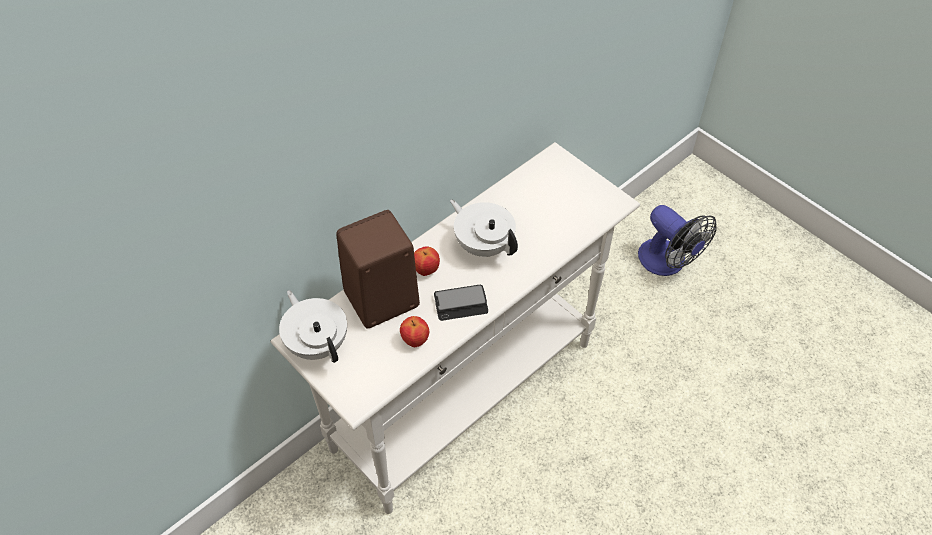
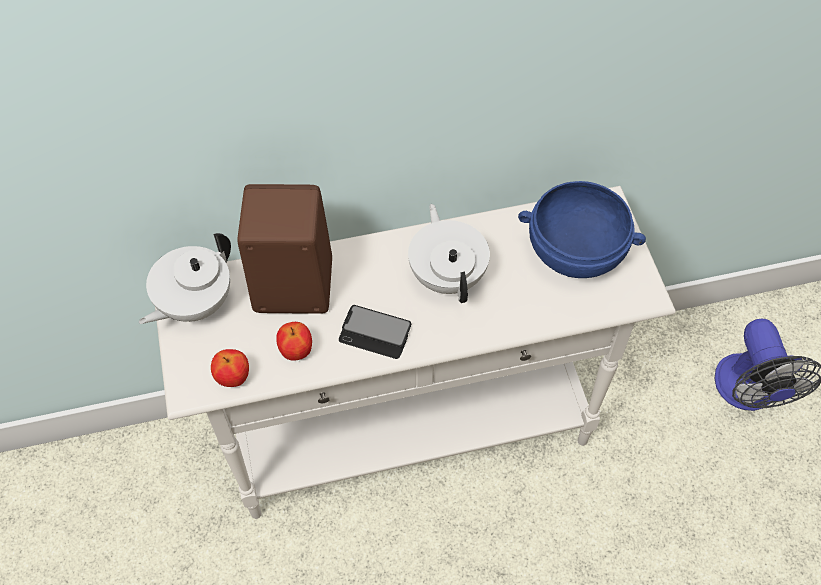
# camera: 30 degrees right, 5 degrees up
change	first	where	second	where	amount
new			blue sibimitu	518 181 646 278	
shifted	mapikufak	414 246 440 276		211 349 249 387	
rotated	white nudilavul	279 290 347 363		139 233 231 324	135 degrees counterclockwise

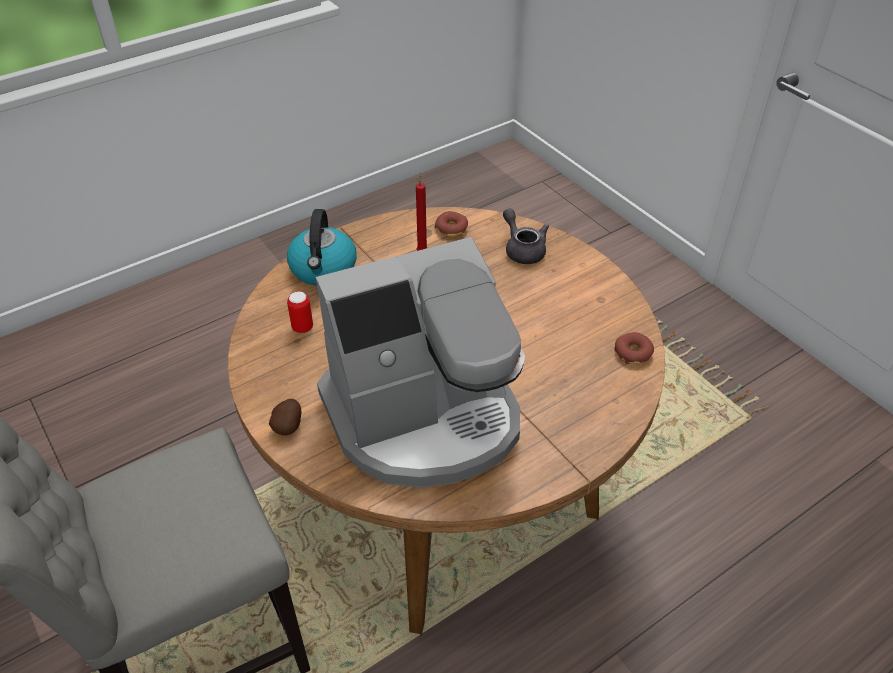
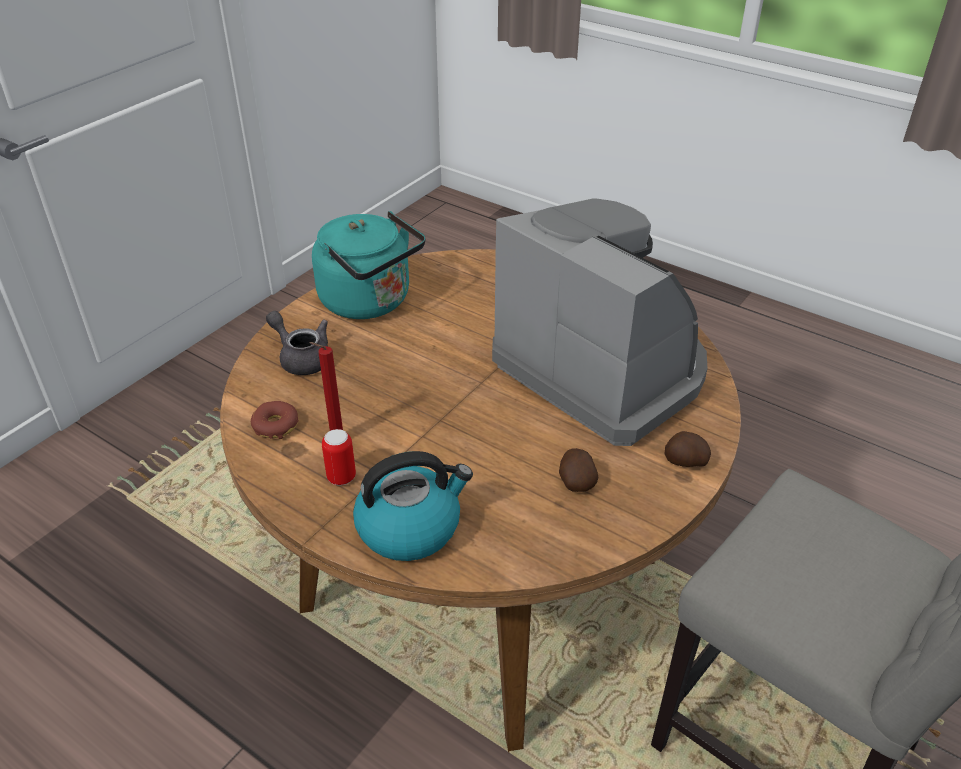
# camera: 110 degrees left, 5 degrees down
change	first	where	second	where	amount
gone	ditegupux	614 332 654 364			
new			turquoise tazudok	312 211 425 319	
new			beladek	559 448 598 492	
shifted	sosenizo	287 291 313 333		322 429 356 486	
rotated	grey nudilavul	503 209 549 264		266 311 328 375	90 degrees clockwise

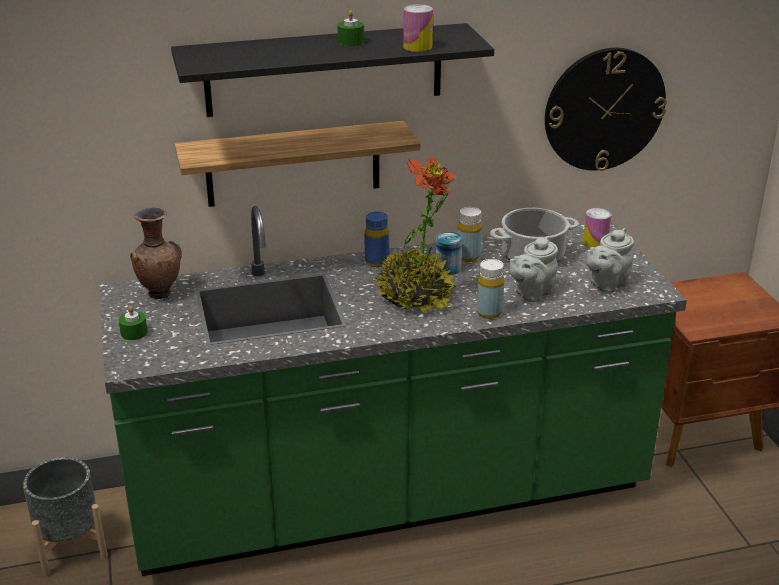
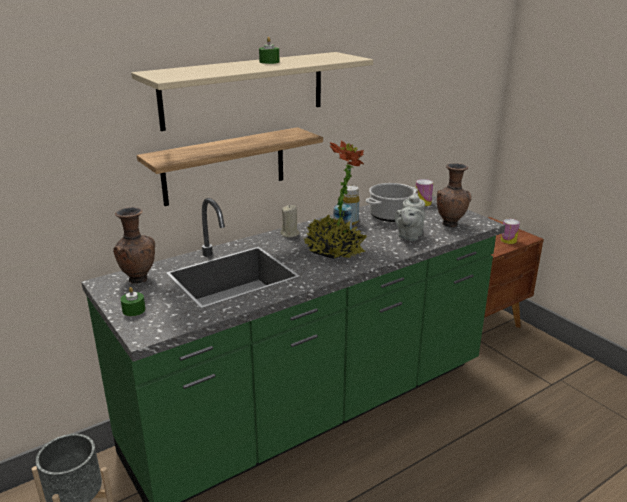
# camera: 20 degrees left, 5 degrees down
change	first	where	second	where	amount
gone	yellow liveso	477 259 504 319			
gone	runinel	545 48 667 171			
shifted	sosenizo	403 4 433 52		501 219 520 244	
swapped	blue liveso	364 212 389 267	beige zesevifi	280 205 300 237	
swapped	grey nudilavul	586 228 634 293	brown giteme	437 163 472 227	
repainted	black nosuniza	171 23 494 117	beige nosuniza	131 52 373 131	

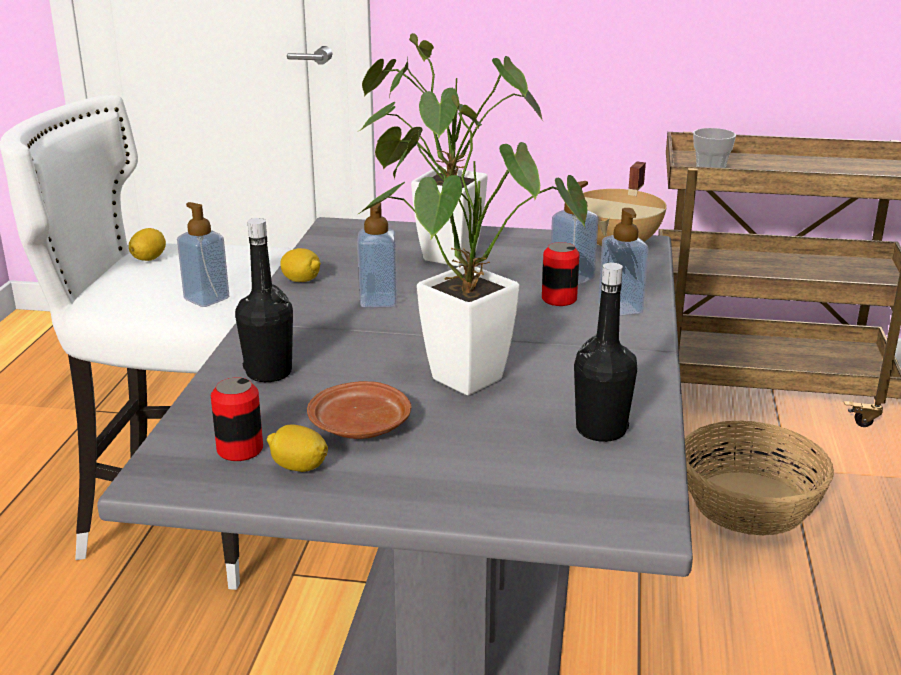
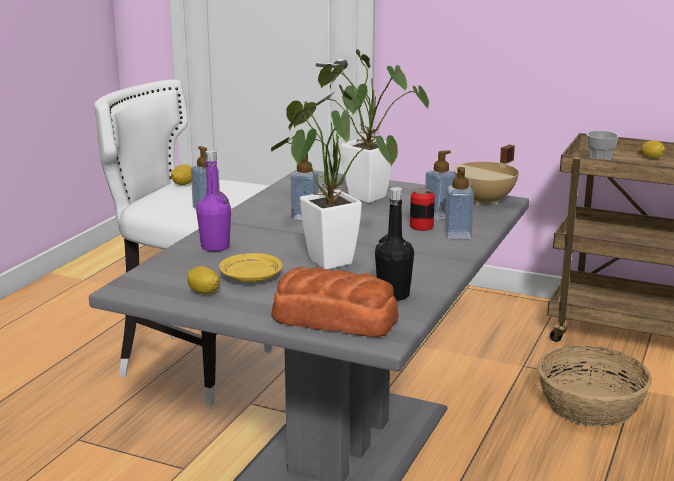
# camera: 15 degrees right, 5 degrees down
change	first	where	second	where	amount
gone	sosenizo	211 377 263 461			
new			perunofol	271 267 399 337	
shifted	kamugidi	280 248 321 282		641 140 666 159	
repainted	black liveso	235 218 293 382	purple liveso	196 150 231 252	
repainted	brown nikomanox	307 381 412 439	yellow nikomanox	219 253 282 283	

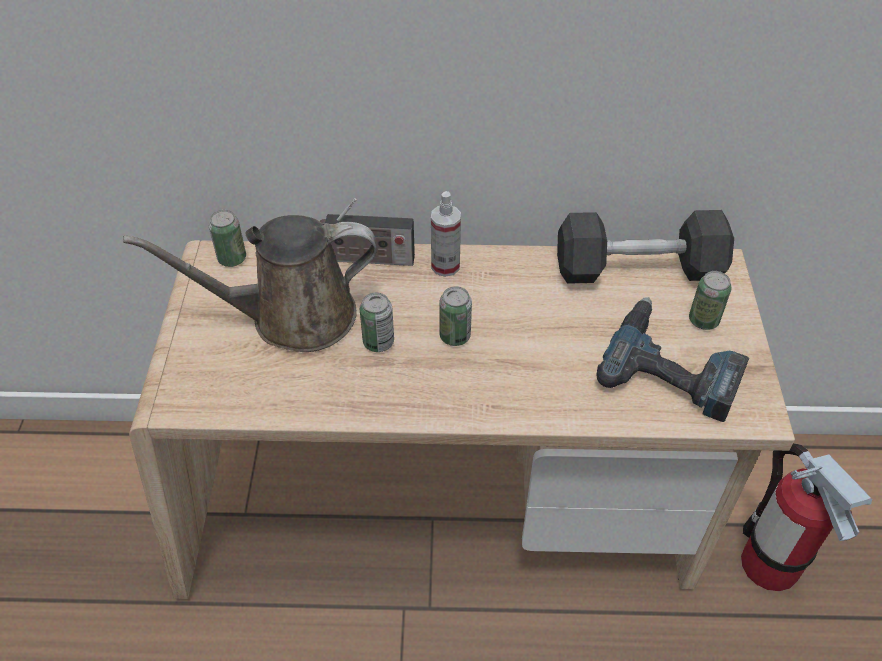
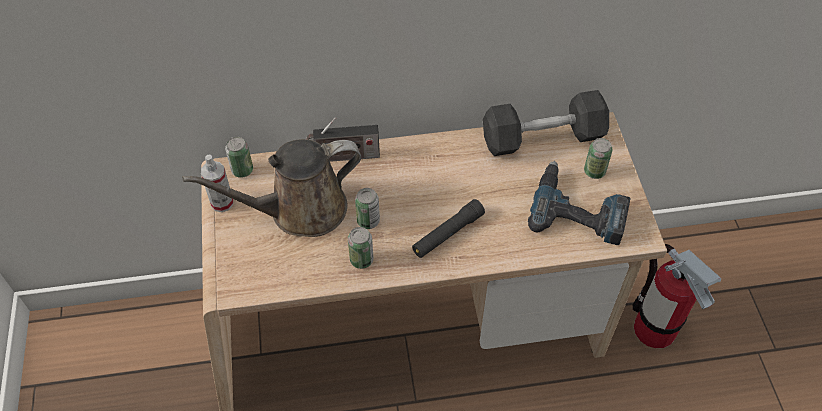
# camera: 10 degrees left, 5 degrees up
change	first	where	second	where	amount
new			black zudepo	412 199 485 258	
shifted	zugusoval	431 191 461 277		201 154 233 212	
shifted	sosenizo	439 286 472 346		348 227 373 269	

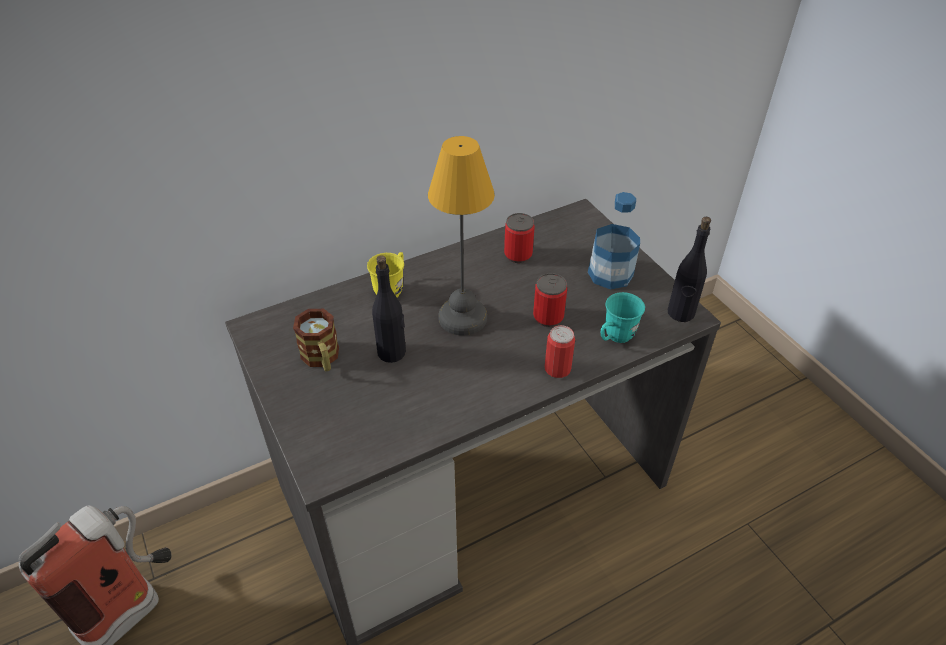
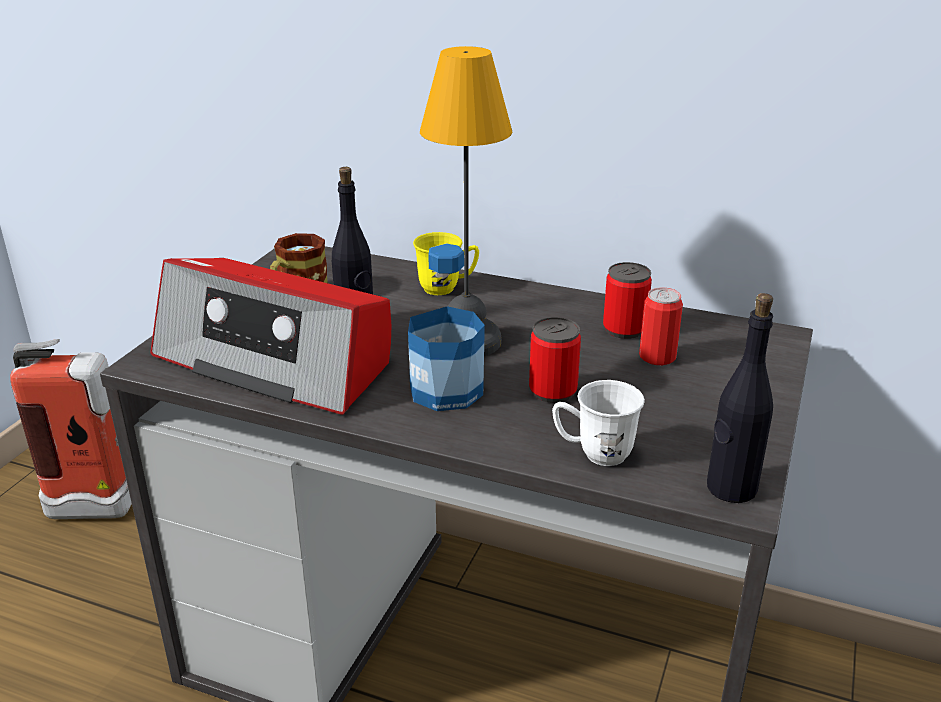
# camera: 50 degrees right, 15 degrees down
change	first	where	second	where	amount
new			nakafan	150 258 391 415	
shifted	sosenizo	545 325 575 378		639 287 683 365	
shifted	liveso	588 192 640 289		408 244 485 411	
repainted	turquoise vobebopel	601 292 645 343	white vobebopel	552 380 645 466	

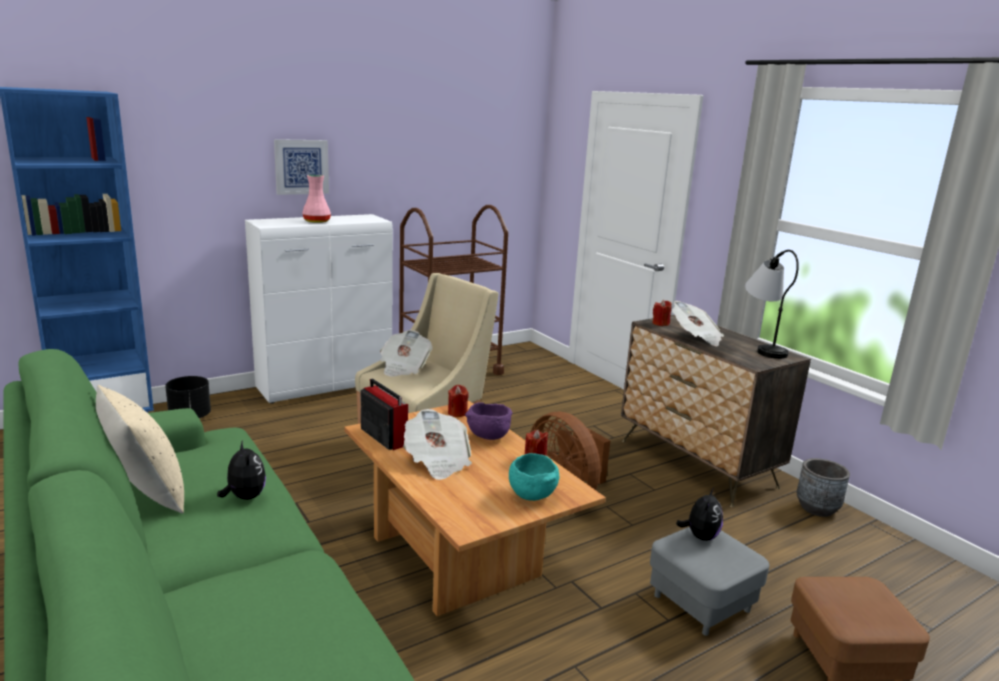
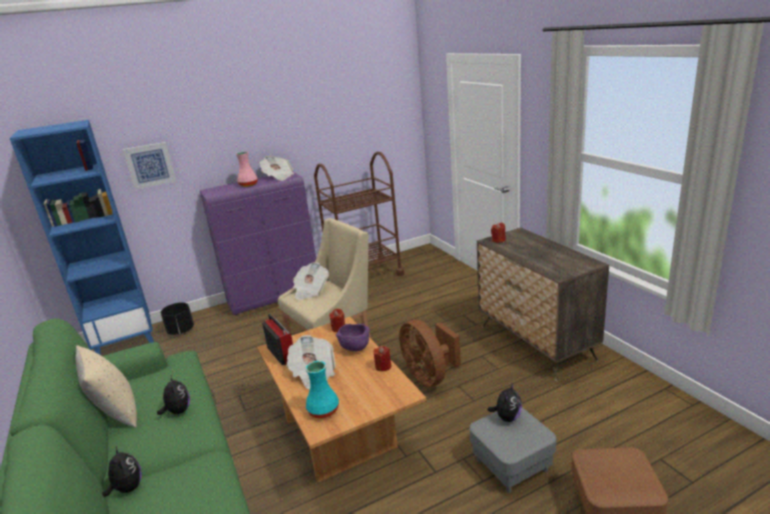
# camera: 10 degrees right, 5 degrees up
change	first	where	second	where	amount
gone	turquoise sibimitu	509 453 560 501			
gone	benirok	744 250 799 359			
gone	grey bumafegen	797 458 850 517			
new			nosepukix	102 446 142 497	
new			turquoise giteme	306 361 339 419	
shifted	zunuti	274 139 329 195		123 142 176 190	
shifted	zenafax	672 301 724 347		260 156 294 181	
repainted	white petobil	245 214 393 404	purple petobil	200 172 316 315	

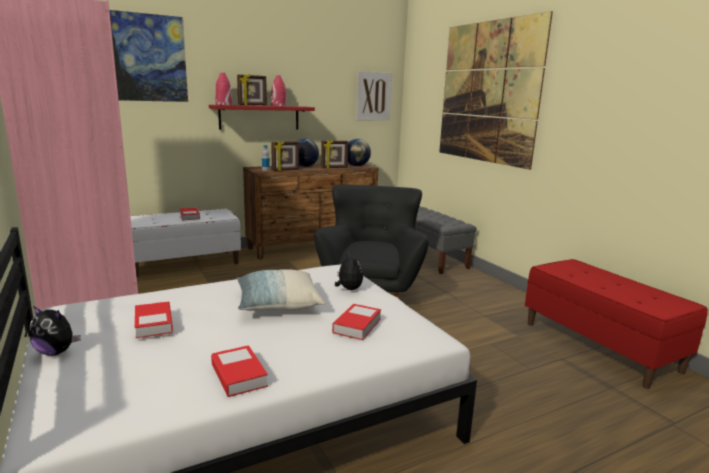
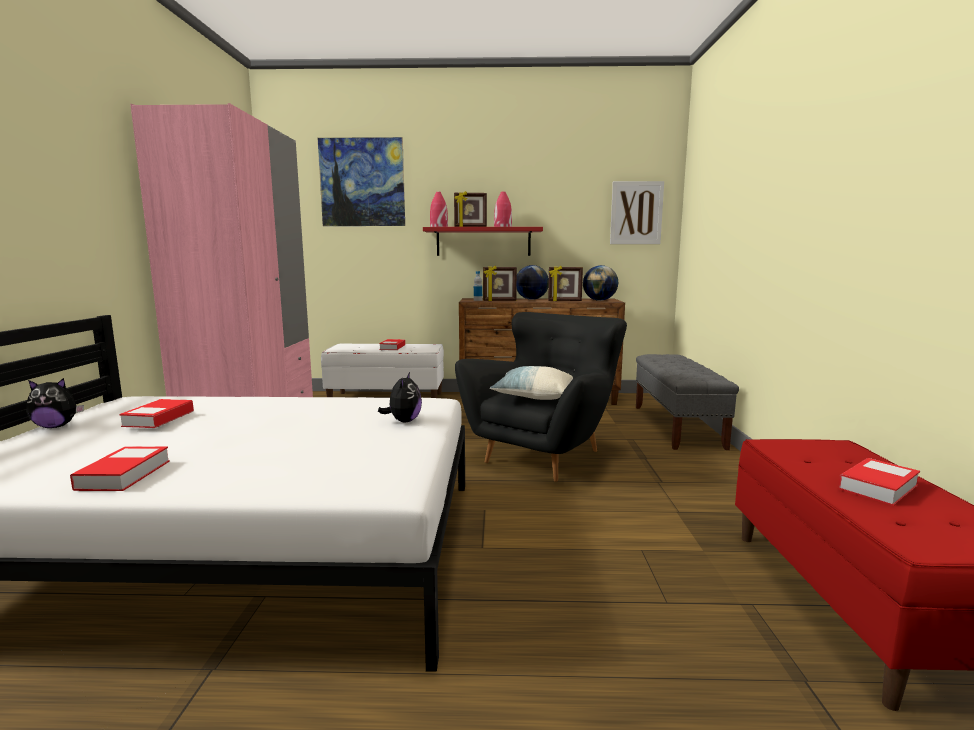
# camera: 30 degrees right, 5 degrees down
change	first	where	second	where	amount
gone	zunuti	439 11 553 170			
shifted	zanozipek	237 269 325 311		490 366 573 400	
shifted	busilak	332 304 381 340		838 458 920 506	
rotated	nosepukix	30 306 80 356		26 378 84 428	60 degrees counterclockwise

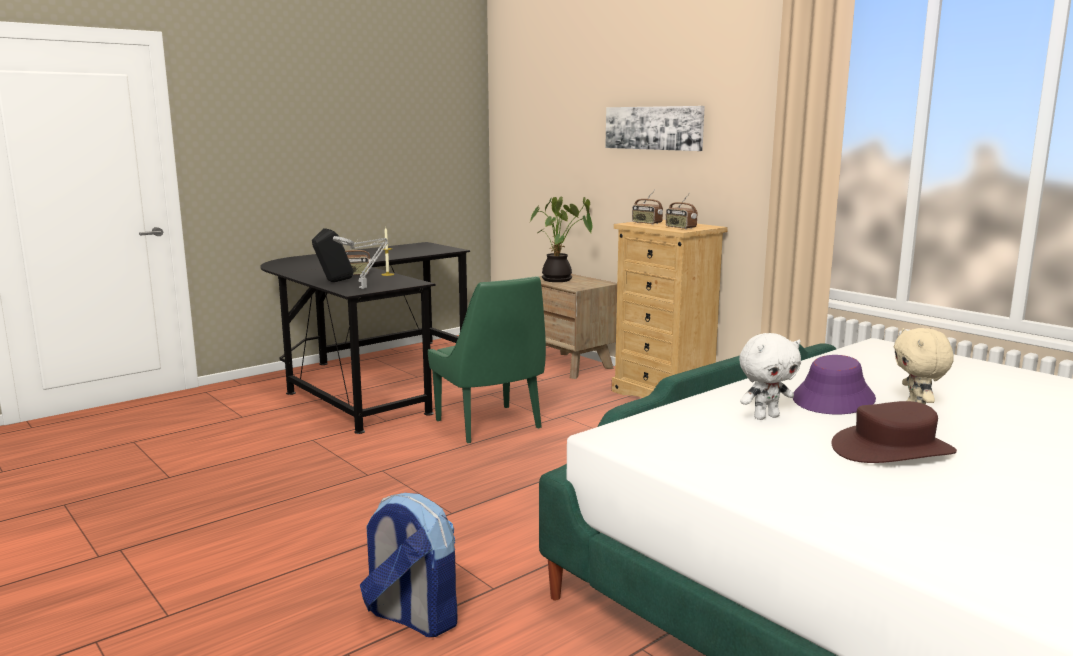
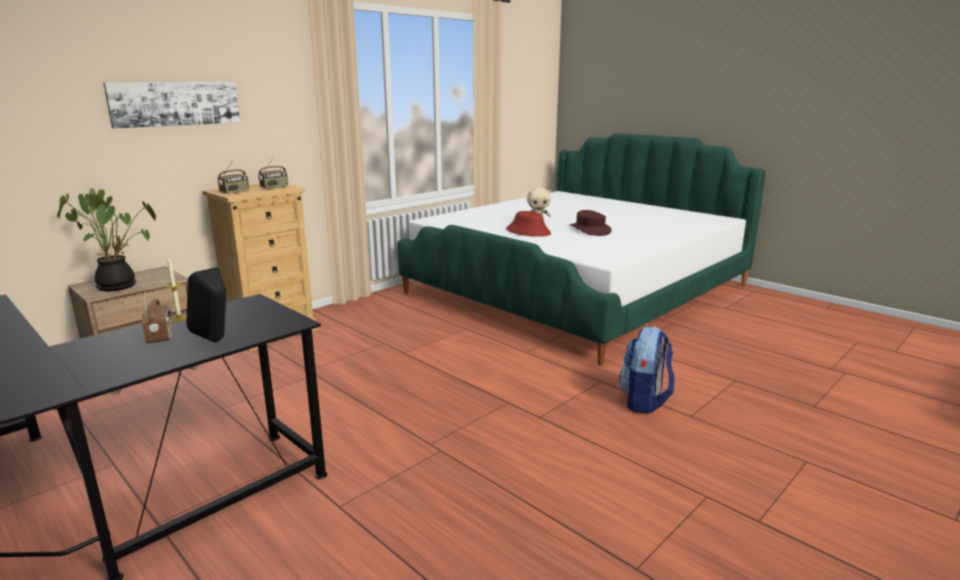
# camera: 95 degrees left, 5 degrees up
change	first	where	second	where	amount
gone	grey benirok	333 236 388 289			
gone	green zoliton	428 276 546 443			
gone	white nosepukix	739 333 801 420			
repainted	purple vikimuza	793 355 876 414	red vikimuza	506 211 551 237	

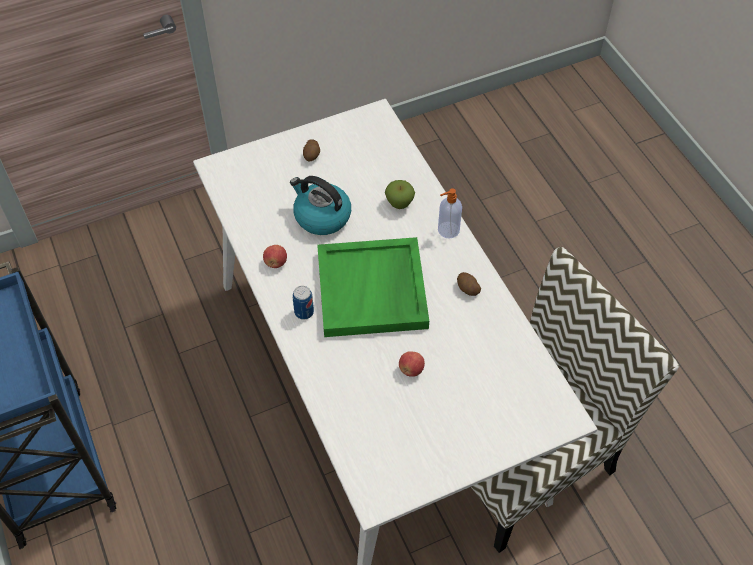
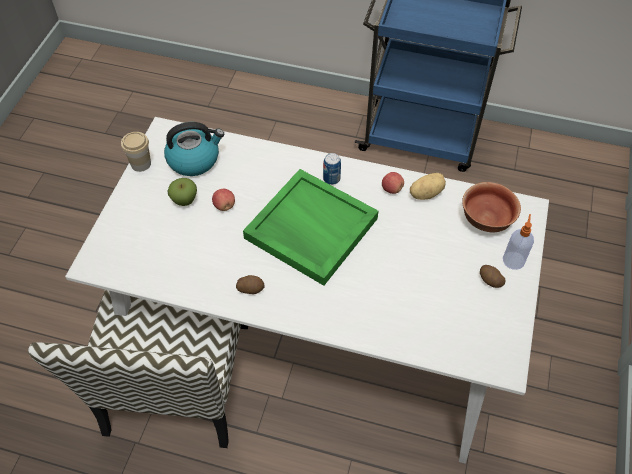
# camera: 130 degrees right, 0 degrees up
change	first	where	second	where	amount
new			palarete	121 132 151 172	
new			beladek	410 173 446 200	
new			sibimitu	462 182 521 232	
shifted	tazudok	290 176 351 235		164 122 224 176	
shifted	mapikufak	385 180 415 209		167 178 197 206	
shifted	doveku	438 188 462 239		503 214 534 270	

